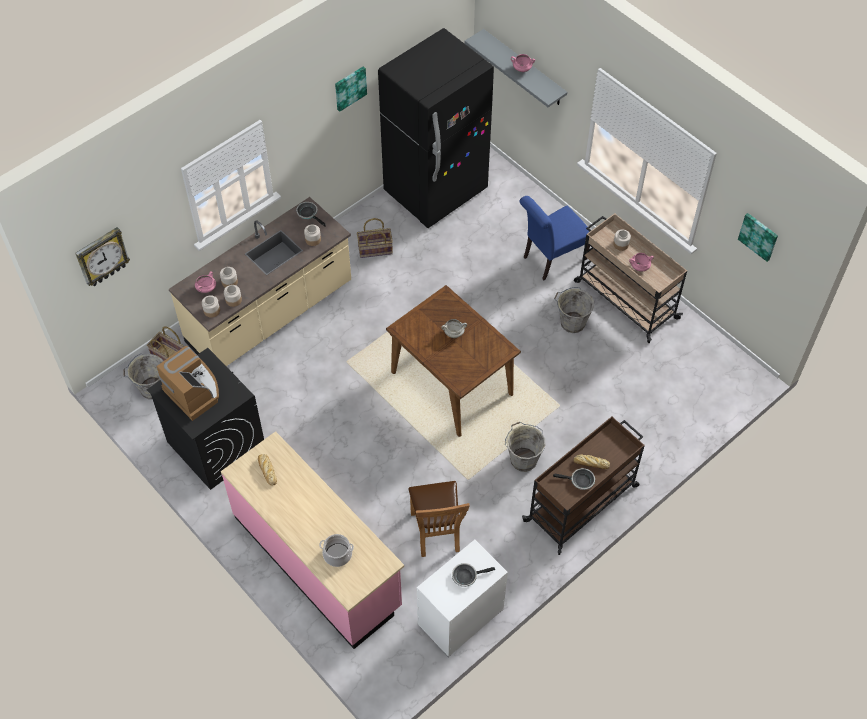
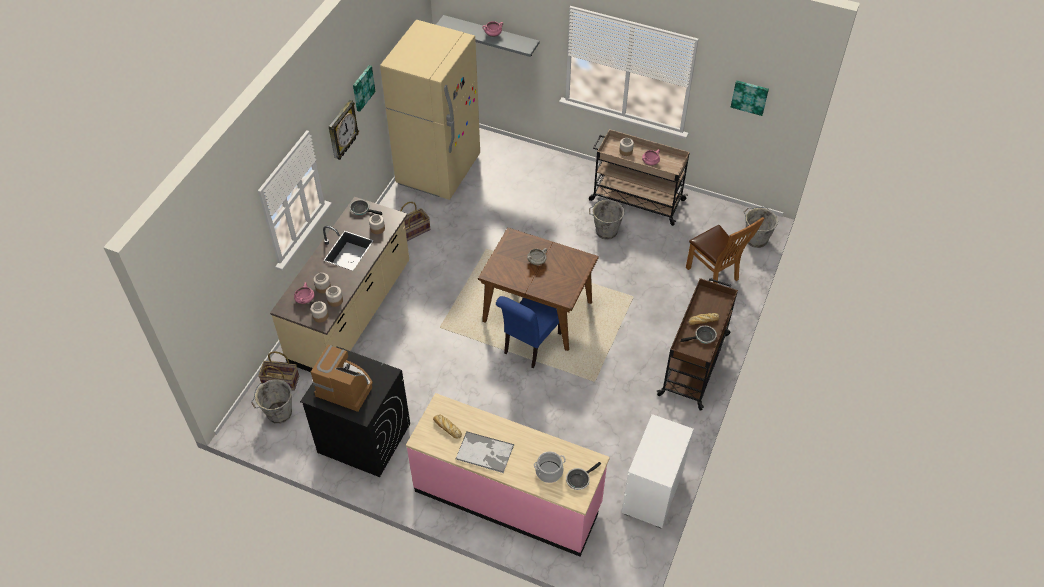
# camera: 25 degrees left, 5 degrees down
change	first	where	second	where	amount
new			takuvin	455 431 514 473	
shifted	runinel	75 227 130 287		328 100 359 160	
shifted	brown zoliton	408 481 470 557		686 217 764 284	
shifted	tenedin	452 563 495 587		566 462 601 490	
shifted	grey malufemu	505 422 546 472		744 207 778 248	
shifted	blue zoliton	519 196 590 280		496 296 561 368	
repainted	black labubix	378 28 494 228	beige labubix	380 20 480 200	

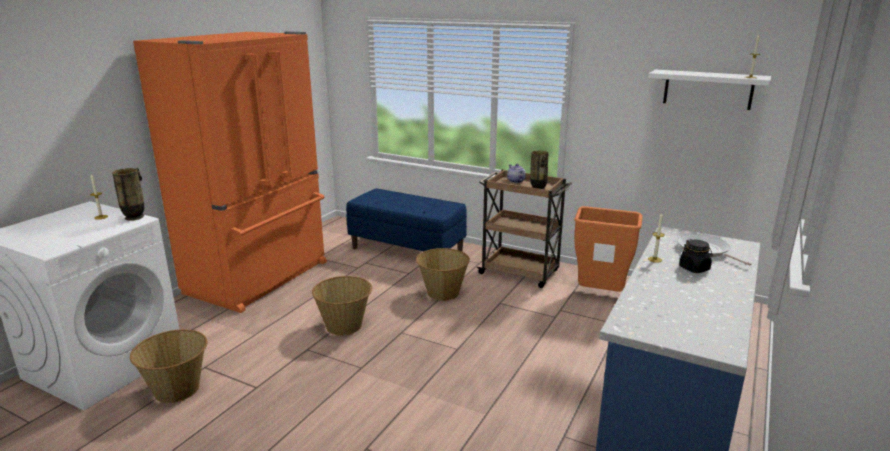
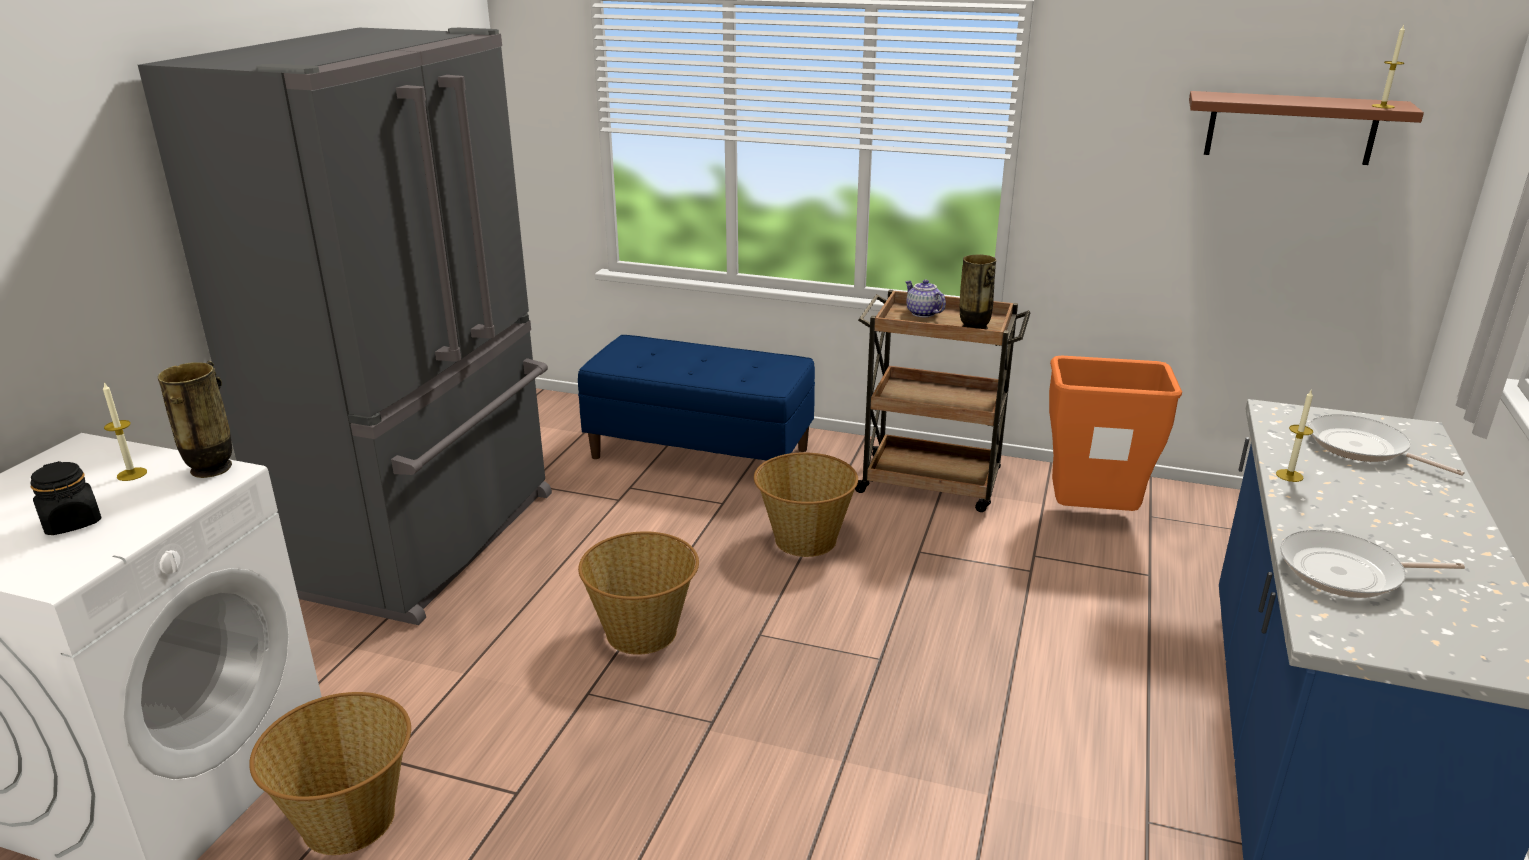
# camera: 10 degrees left, 5 degrees up
change	first	where	second	where	amount
new			tenedin	1280 530 1465 598	
shifted	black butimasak	679 239 713 273		31 461 102 535	
repainted	orange labubix	133 31 327 313	grey labubix	138 28 552 625	
repainted	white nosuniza	648 70 771 110	brown nosuniza	1189 91 1424 165	

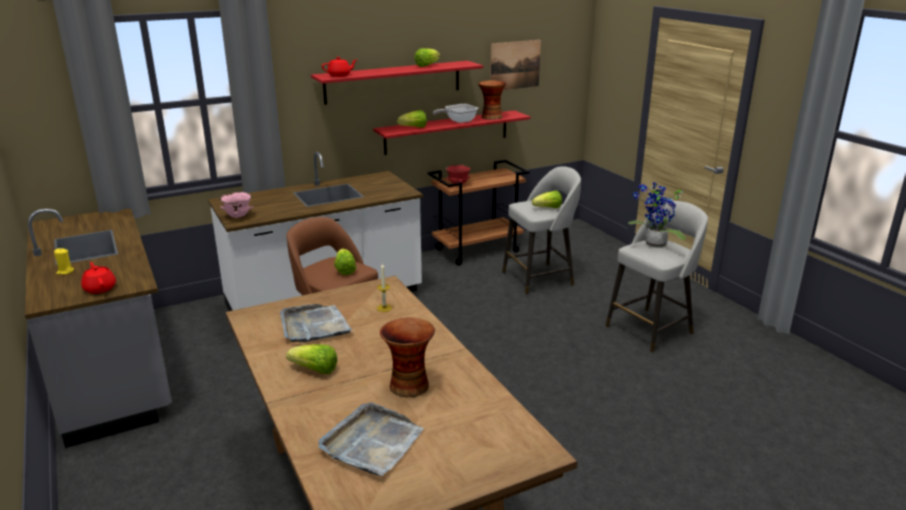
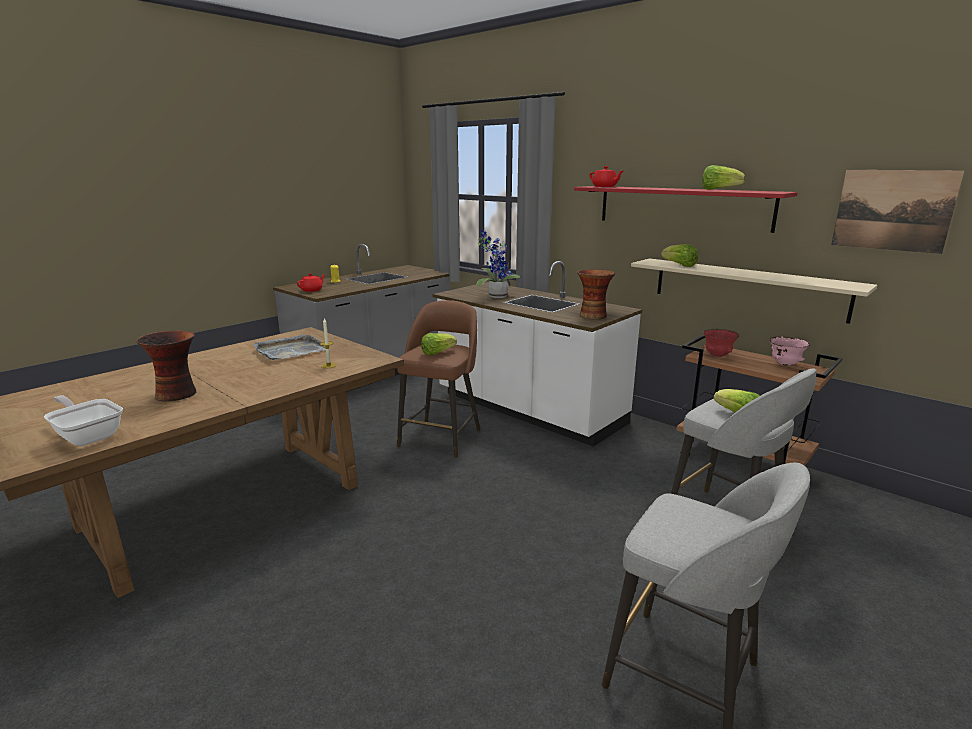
# camera: 70 degrees right, 5 degrees down
change	first	where	second	where	amount
gone	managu	286 344 338 374			
gone	grey takuvin	318 403 424 476			
shifted	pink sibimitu	220 192 253 218		769 336 810 366	
shifted	tenedin	433 104 478 123		44 396 123 446	
shifted	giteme	478 80 507 120		577 269 615 320	
shifted	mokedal	628 182 686 248		476 229 520 298	
repainted	red nosuniza	373 110 531 155	beige nosuniza	631 258 878 324	

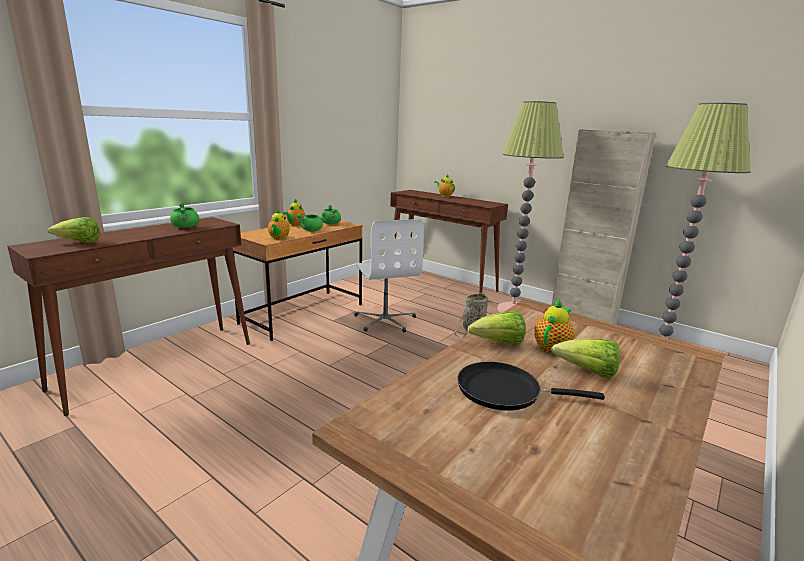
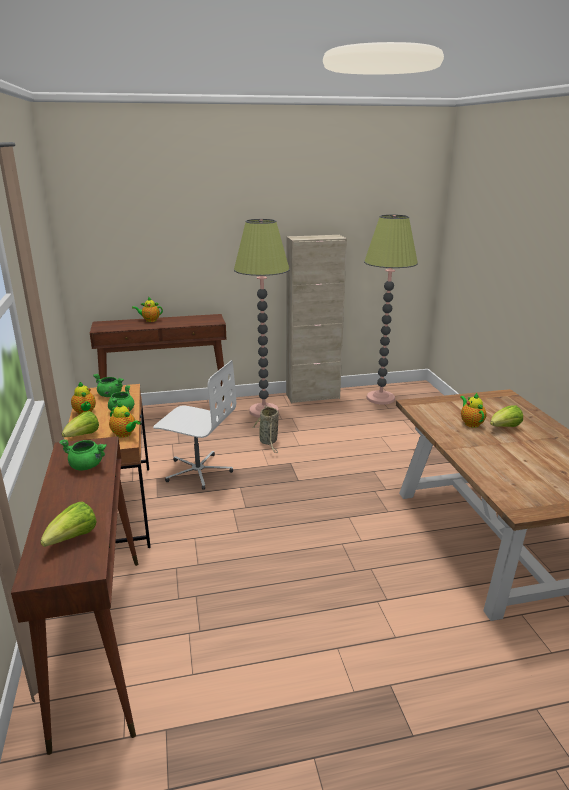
# camera: 50 degrees left, 5 degrees up
change	first	where	second	where	amount
gone	black tenedin	457 362 605 411			
shifted	managu	467 311 526 345		62 411 99 437	

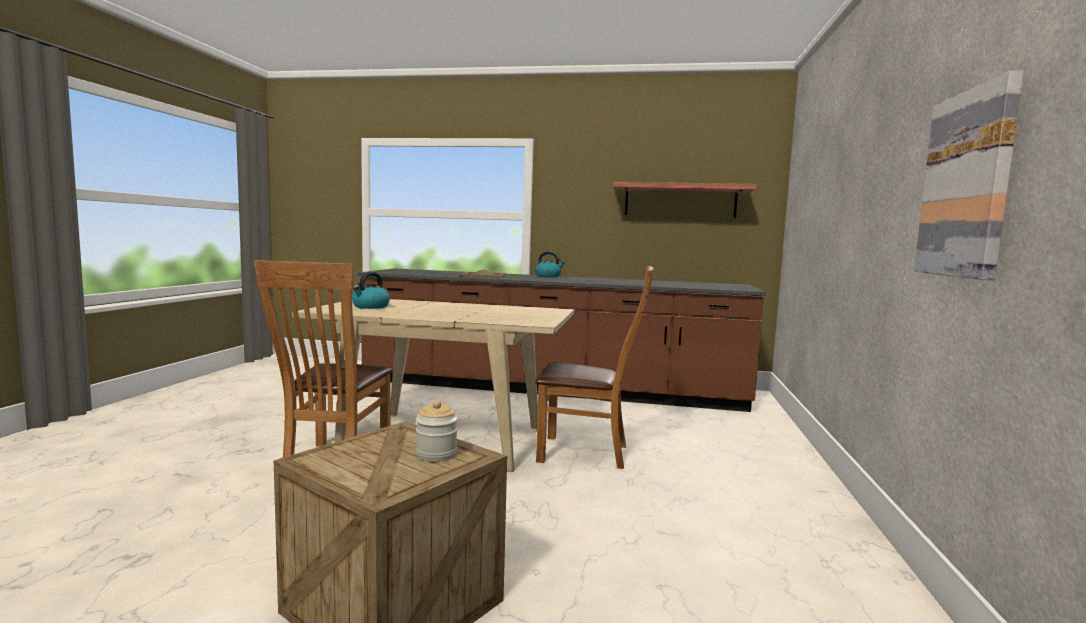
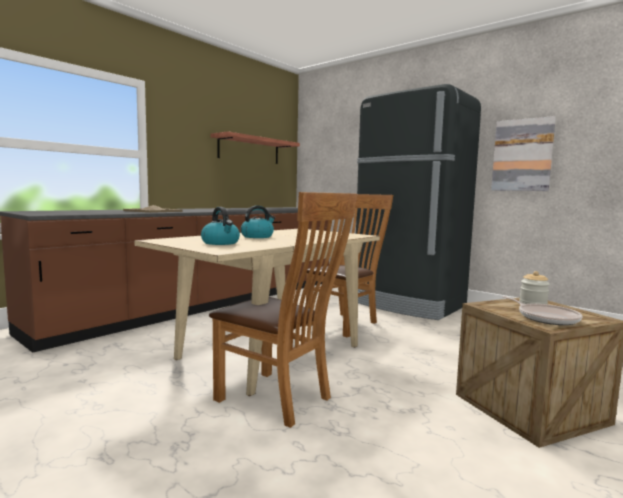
# camera: 60 degrees left, 0 degrees up
change	first	where	second	where	amount
new			black labubix	356 84 481 320	
new			tenedin	502 296 583 325	
shifted	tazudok	535 251 565 277		241 205 275 238	

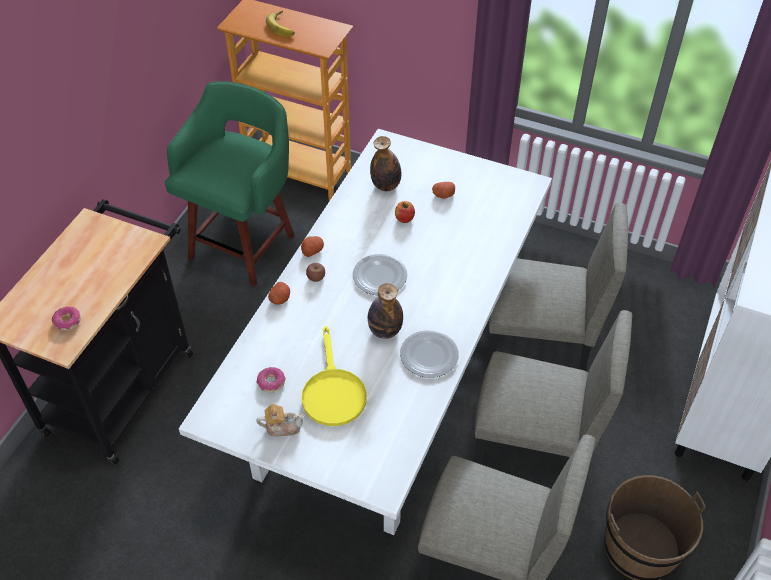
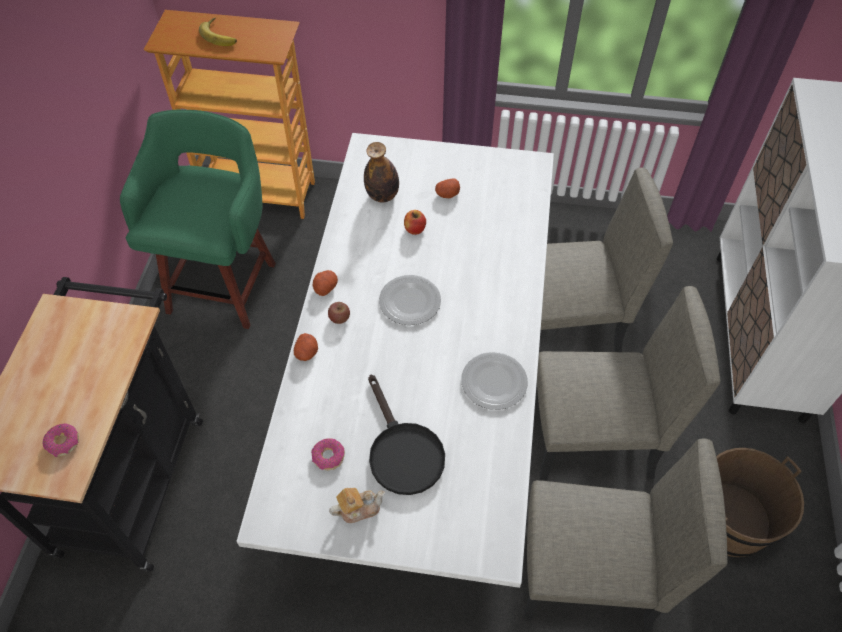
# camera: 15 degrees left, 5 degrees up
change	first	where	second	where	amount
gone	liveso	368 283 403 339			
repainted	yellow tenedin	301 326 367 426	black tenedin	368 374 445 495	

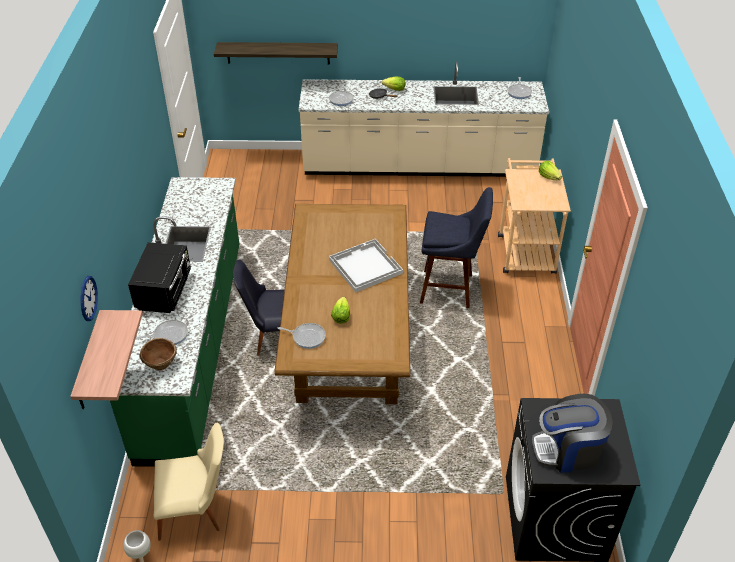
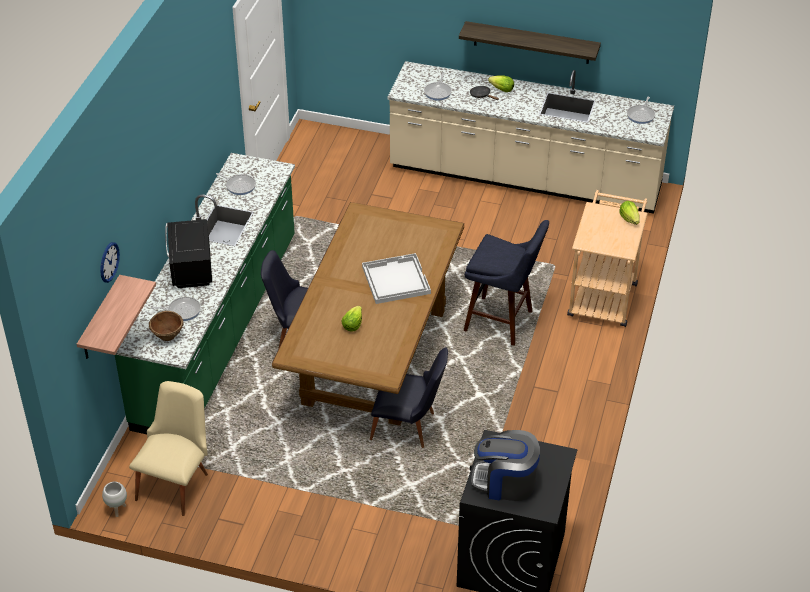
# camera: 15 degrees right, 0 degrees up
change	first	where	second	where	amount
new			black zoliton	370 347 448 448	
shifted	nosuniza	214 42 338 64		459 21 601 64	
shifted	tenedin	277 323 326 349		216 173 256 195	
rotated	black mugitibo	128 242 191 313		165 219 212 288	150 degrees clockwise
rotated	beige zoliton	154 423 224 541		129 381 208 516	75 degrees counterclockwise

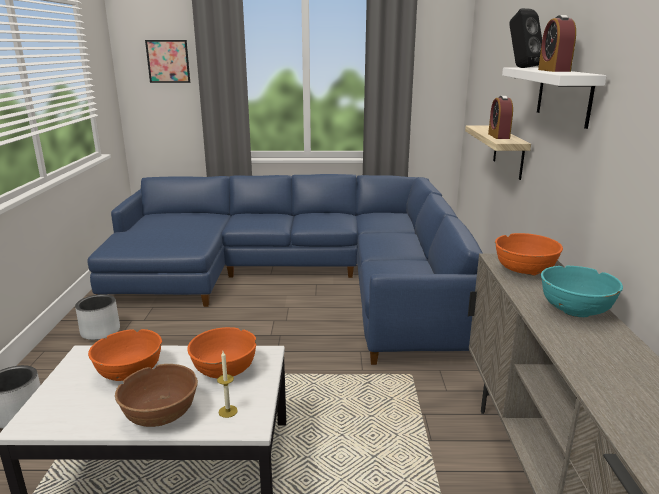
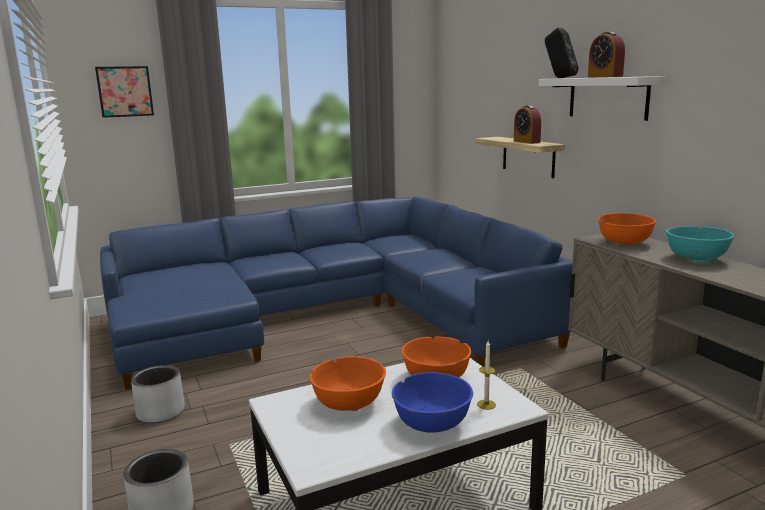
# camera: 25 degrees left, 5 degrees down
change	first	where	second	where	amount
repainted	brown sibimitu	115 364 198 427	blue sibimitu	392 372 473 433	

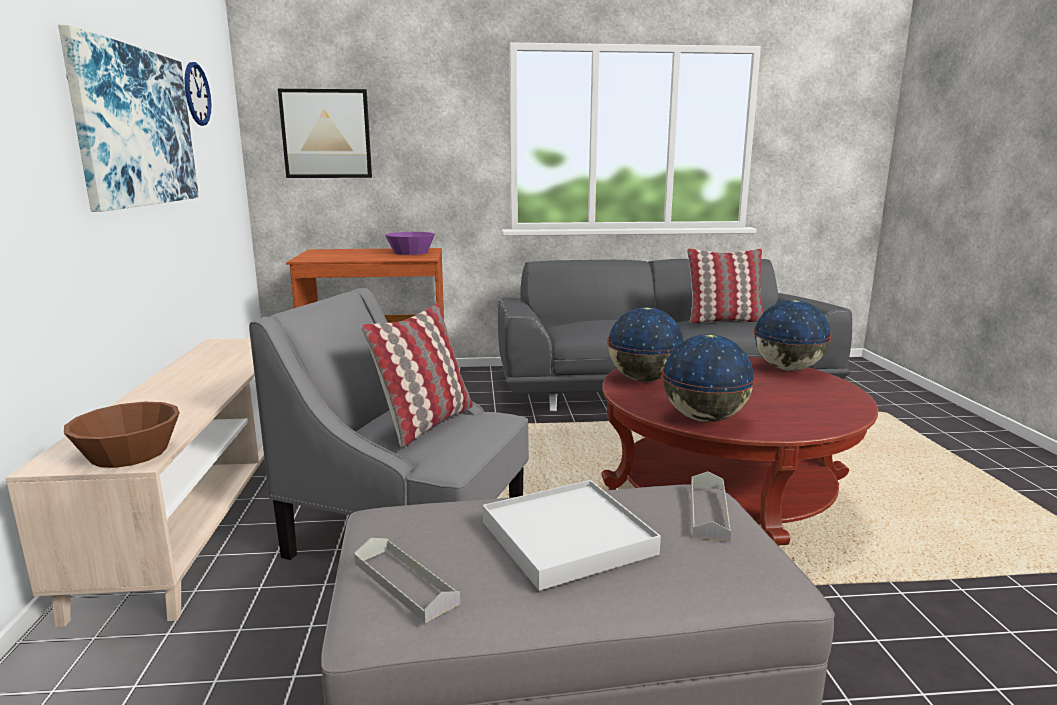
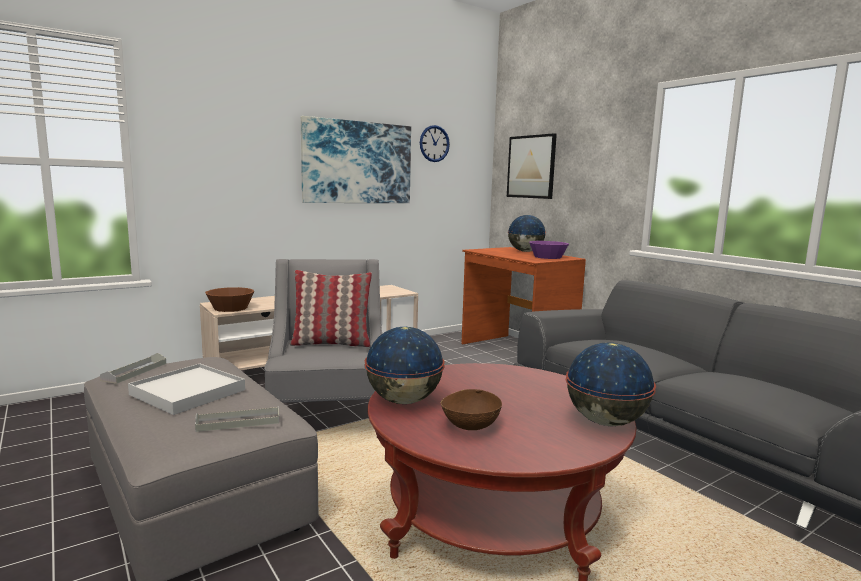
# camera: 60 degrees right, 5 degrees down
change	first	where	second	where	amount
gone	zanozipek	687 248 764 323			
new			brown sibimitu	441 389 502 430	
shifted	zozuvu	607 307 684 382		508 215 546 252	

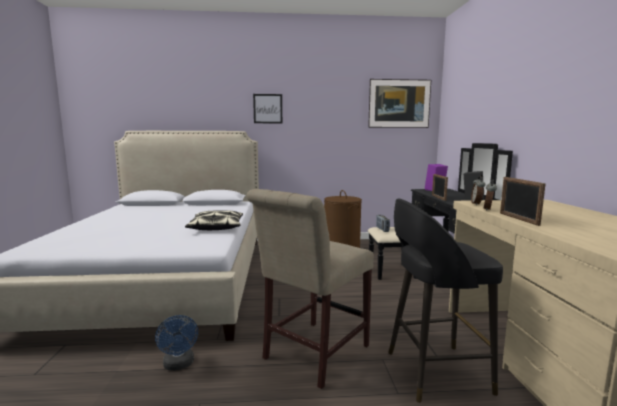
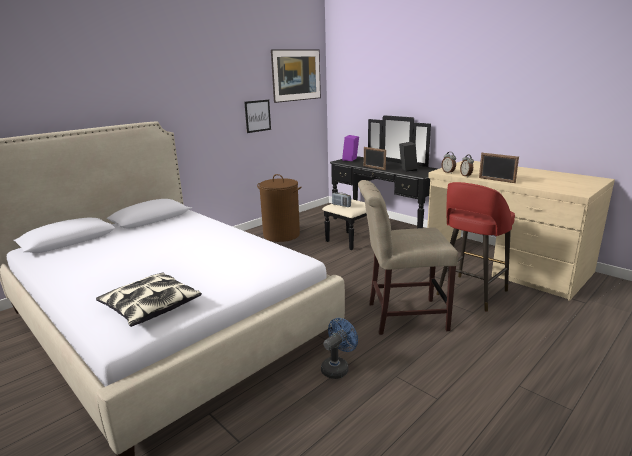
# camera: 40 degrees left, 10 degrees up
change	first	where	second	where	amount
shifted	zanozipek	185 210 243 230		96 272 202 327	
shifted	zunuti	253 94 282 123		244 100 271 133	
repainted	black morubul	388 199 503 403	red morubul	436 182 515 312	
rotated	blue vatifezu	155 315 198 371		321 318 358 379	75 degrees counterclockwise
rotated	beige zoliton	246 189 374 389		358 180 458 335	90 degrees clockwise

